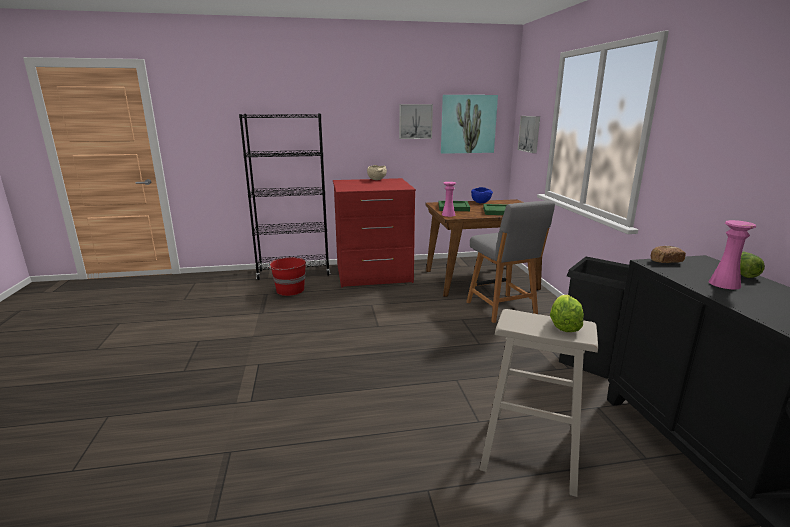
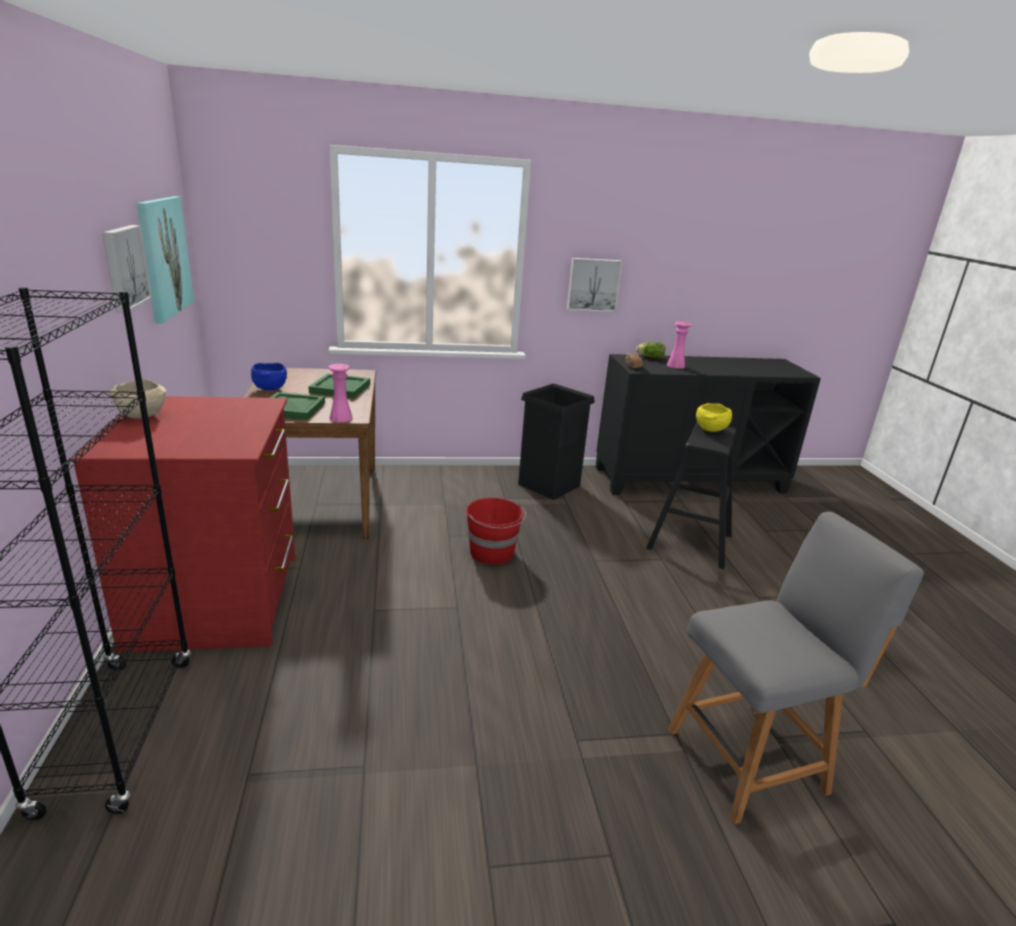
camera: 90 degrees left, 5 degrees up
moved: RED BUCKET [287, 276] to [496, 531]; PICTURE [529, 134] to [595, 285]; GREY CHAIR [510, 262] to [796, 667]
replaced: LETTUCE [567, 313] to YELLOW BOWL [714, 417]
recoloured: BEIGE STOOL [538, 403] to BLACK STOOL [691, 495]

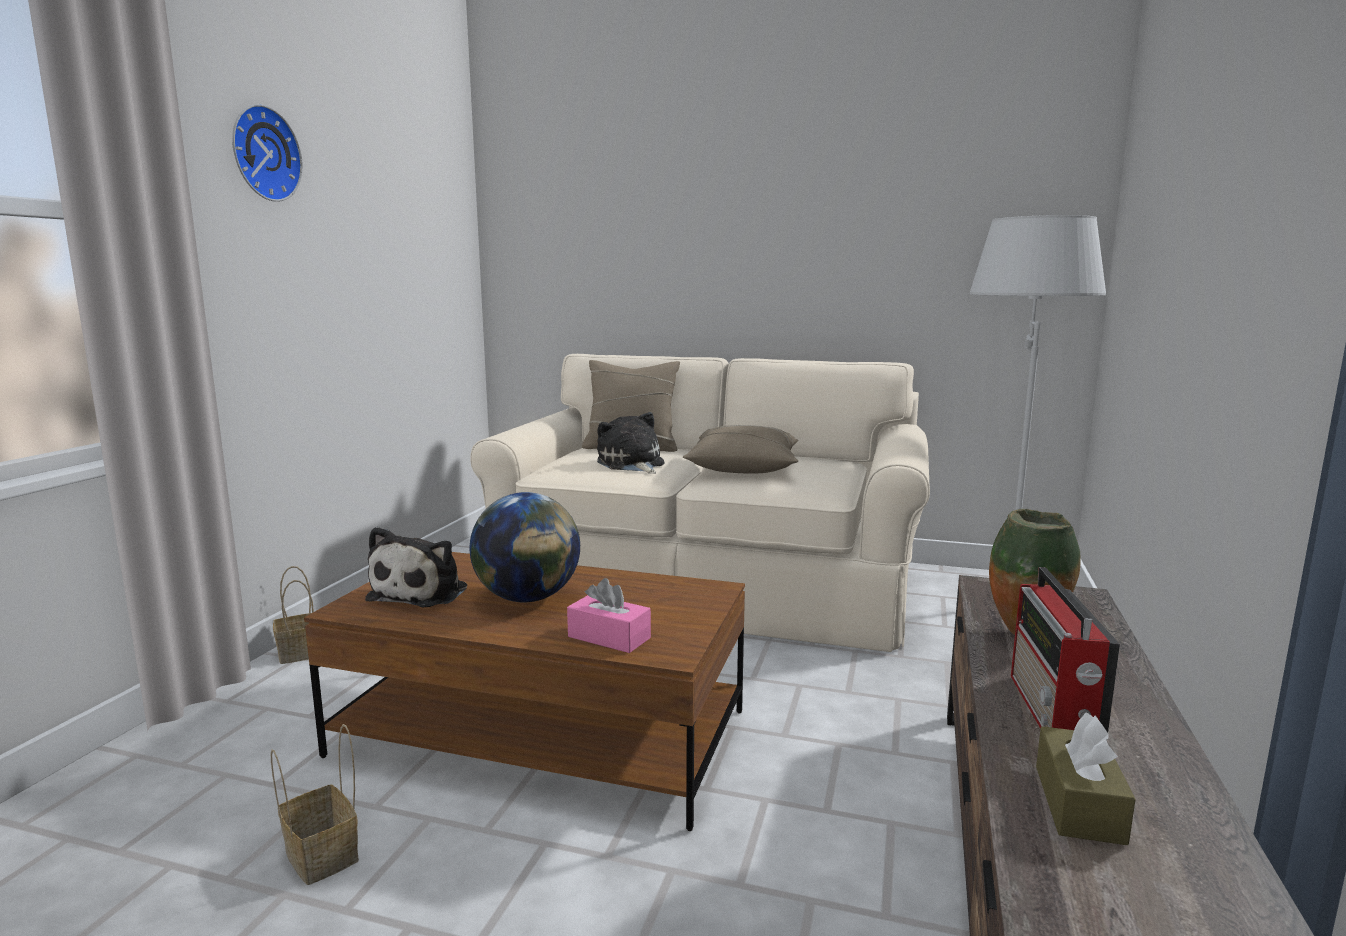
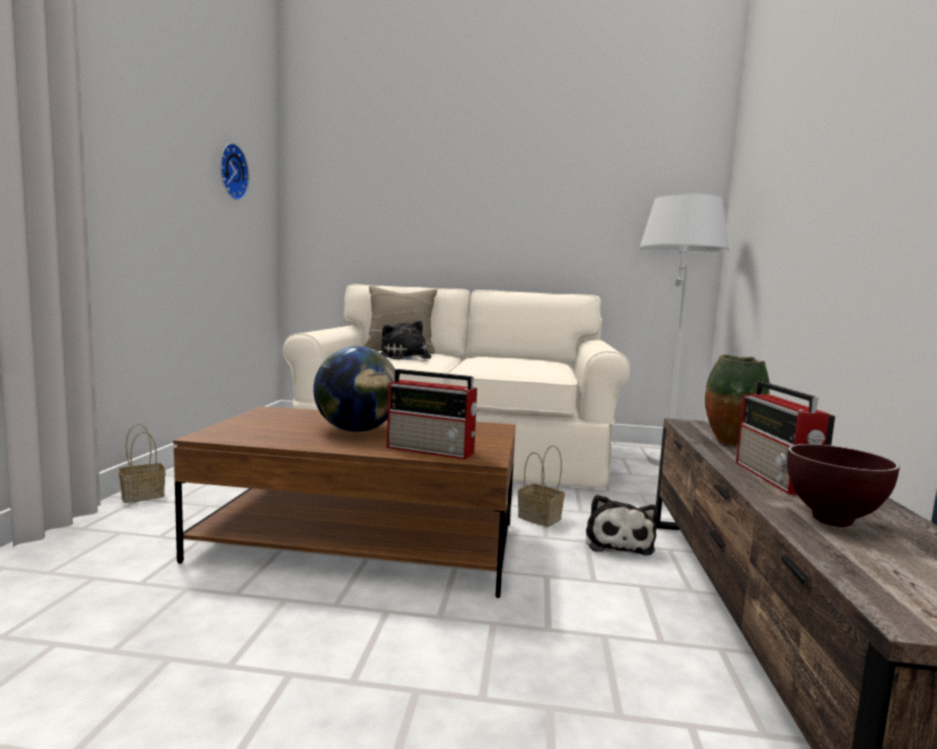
camera: 10 degrees left, 5 degrees down
removed: BEIGE PILLOW [740, 449]
moved: WALL CLOCK [267, 153] to [234, 171]; BASKET [315, 804] to [541, 486]; PLUSH TOY [416, 567] to [622, 524]
replaced: PINK TISSUE BOX [609, 615] to RADIO [433, 414]; BROWN TISSUE BOX [1086, 779] to BROWN BOWL [843, 485]

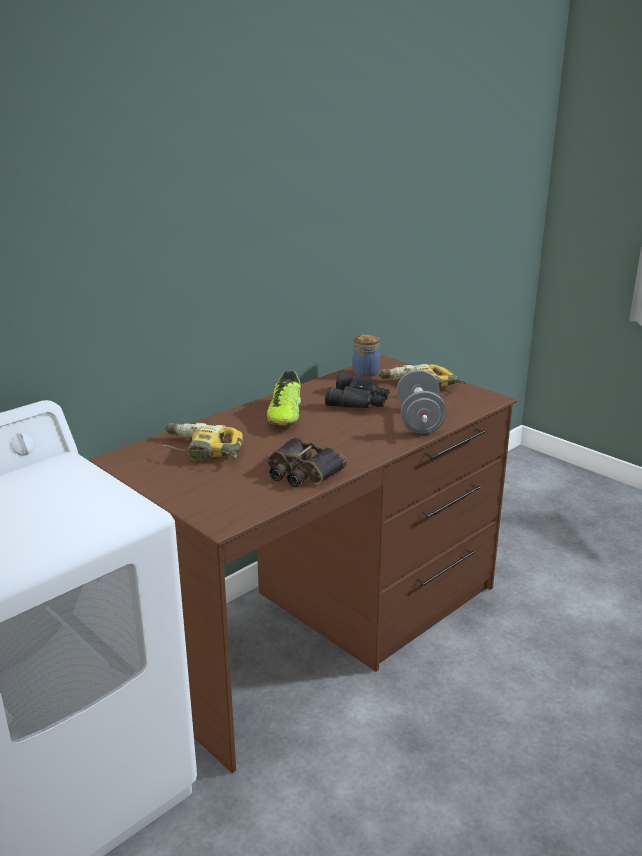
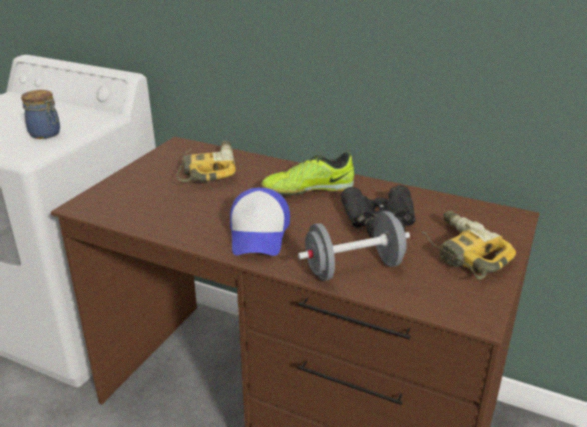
camera: 70 degrees right, 5 degrees up
removed: BINOCULARS [306, 462]
added: CAP [260, 222]
moved: JAR [366, 355] to [40, 114]

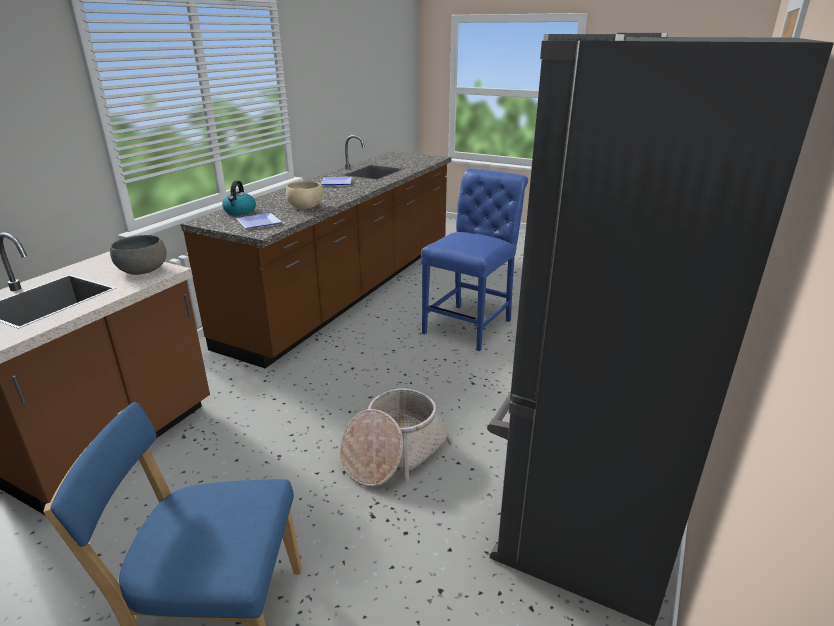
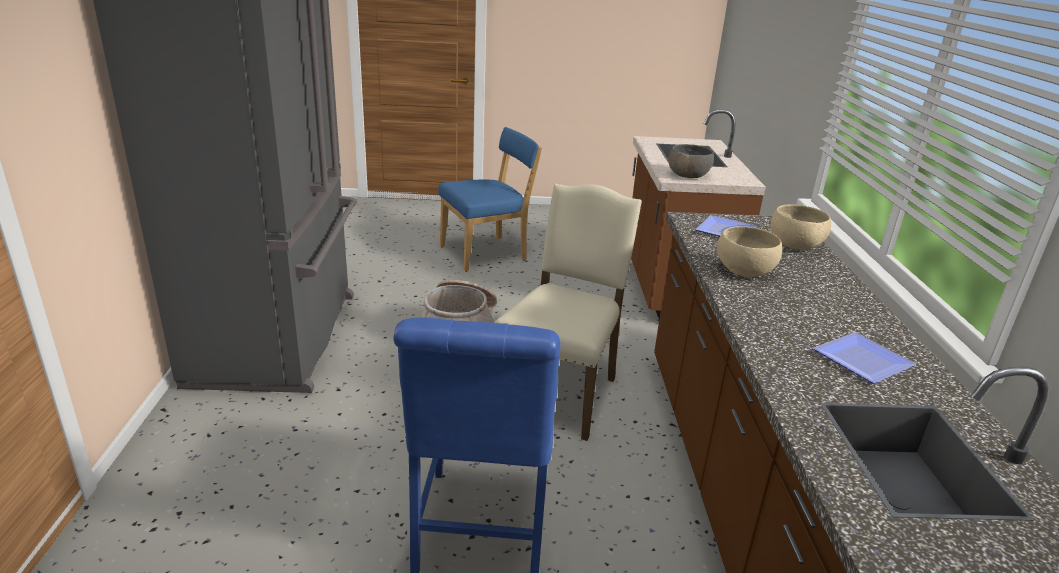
camera: 150 degrees right, 0 degrees up
added: BEIGE CHAIR [568, 312]
replaced: KETTLE [239, 198] to BEIGE BOWL [801, 227]

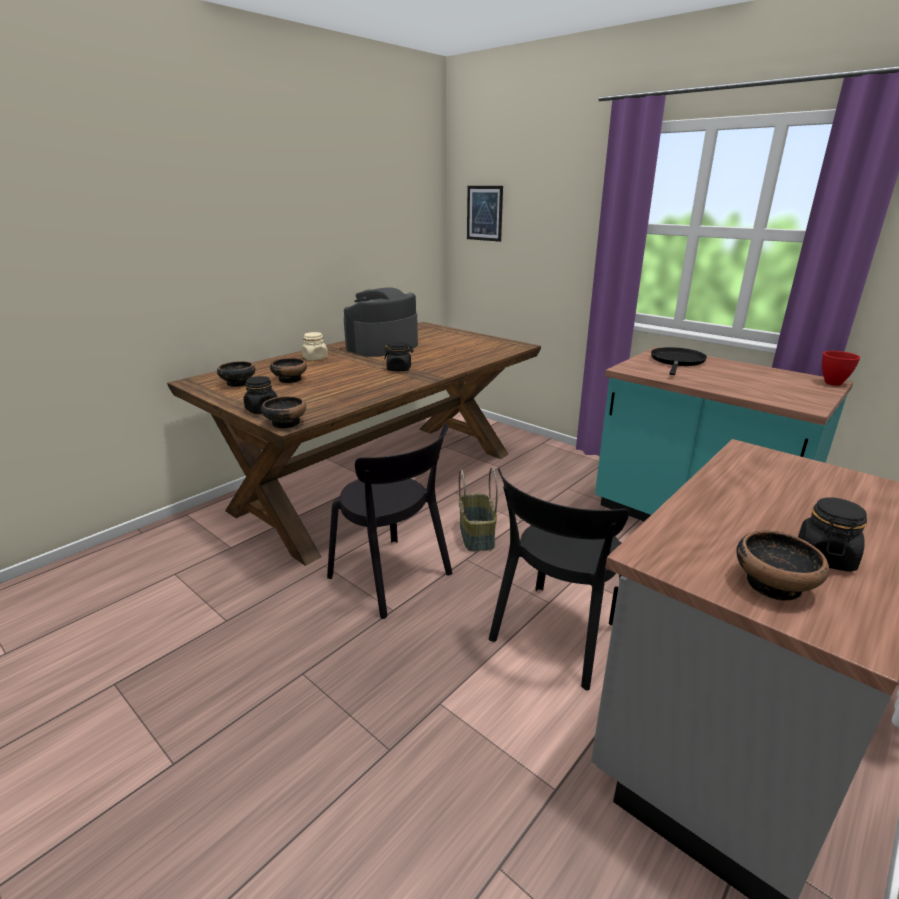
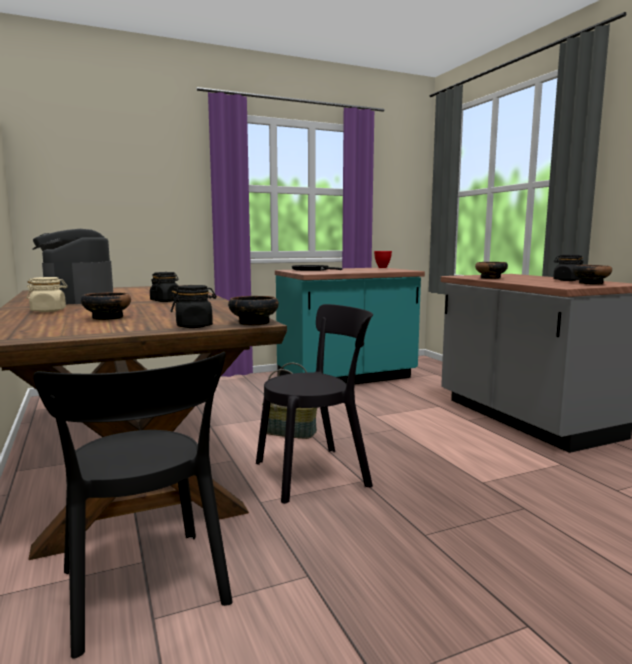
camera: 65 degrees left, 15 degrees down
removed: PICTURE [485, 214]
moved: BLACK CHAIR [559, 579] to [133, 505]; BOWL [236, 374] to [491, 270]

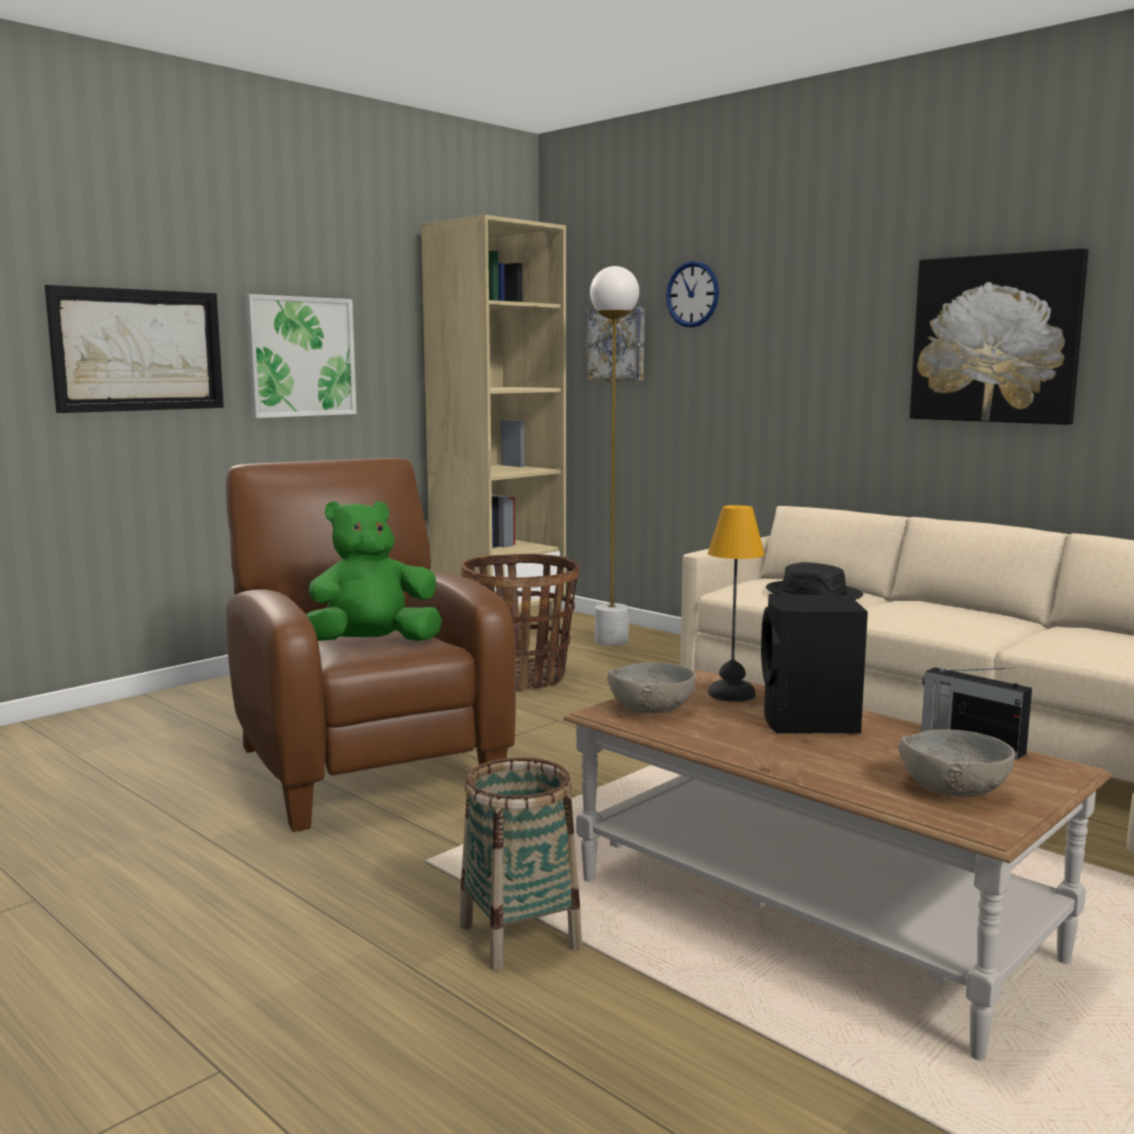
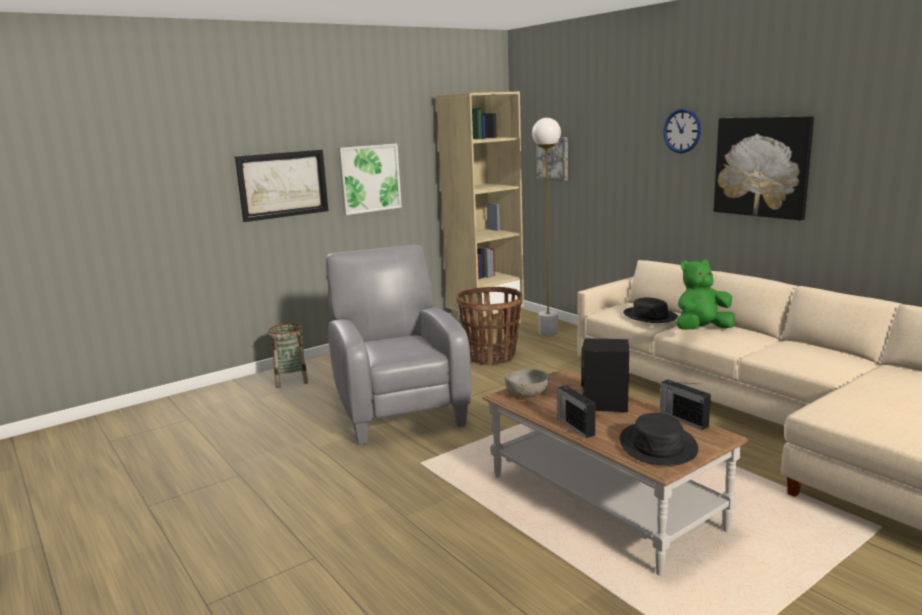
camera: 10 degrees right, 5 degrees up
removed: TABLE LAMP [736, 603]
added: RADIO [576, 411]
moved: BASKET [521, 864] to [288, 355]; WALL CLOCK [692, 294] to [682, 131]; GREEN PLUSH TOY [374, 571] to [705, 294]
replaced: GREY BOWL [956, 763] to BLACK HAT [659, 439]
recoloured: BROWN ARMCHAIR [370, 645] to GREY ARMCHAIR [398, 345]

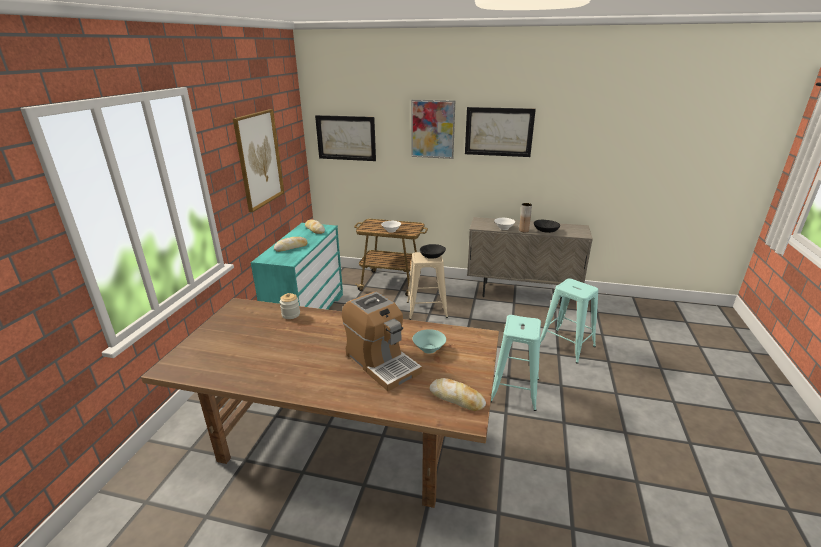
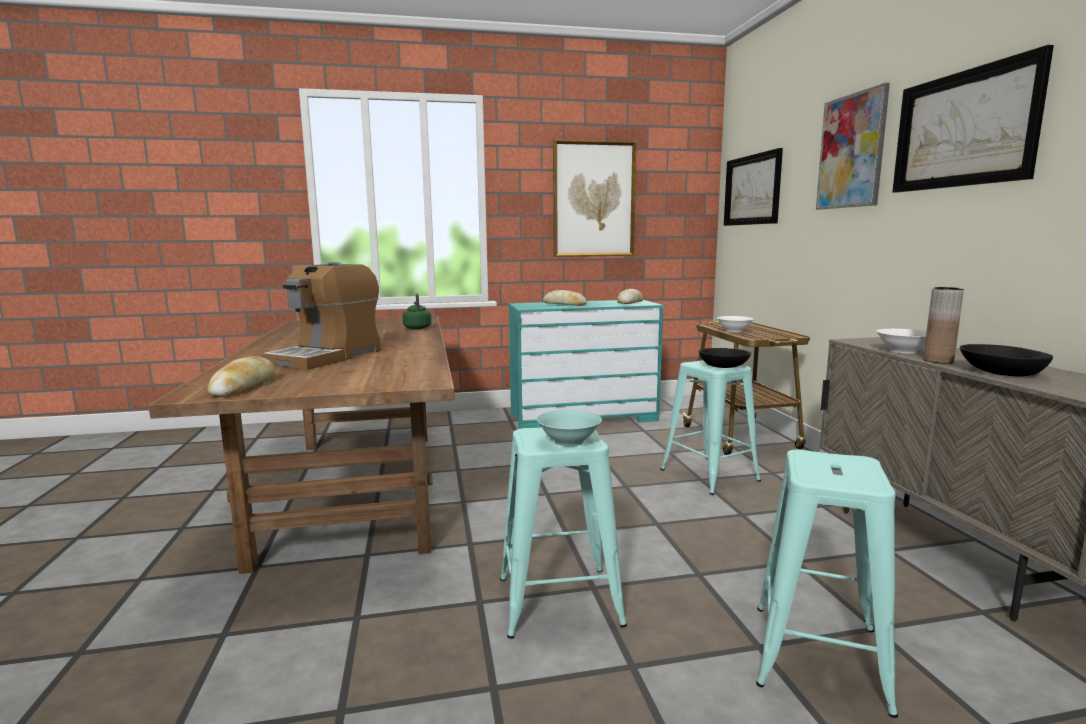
camera: 65 degrees right, 15 degrees down
moved: TURQUOISE BOWL [429, 341] to [569, 428]
replaced: JAR [290, 306] to GREEN KETTLE [417, 311]
recoloured: BEIGE STOOL [427, 286] to TURQUOISE STOOL [711, 427]

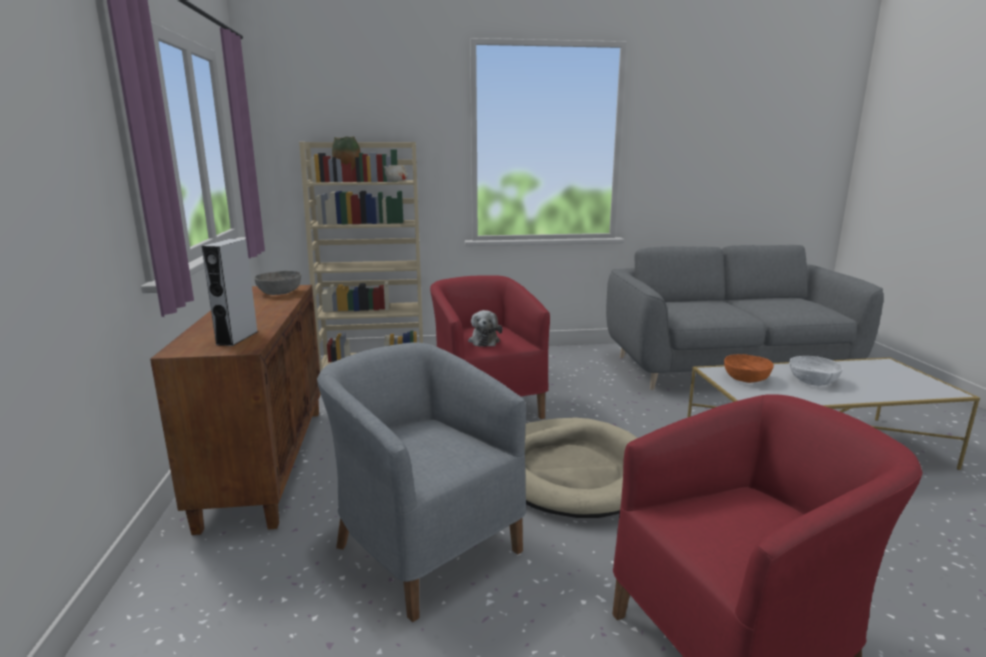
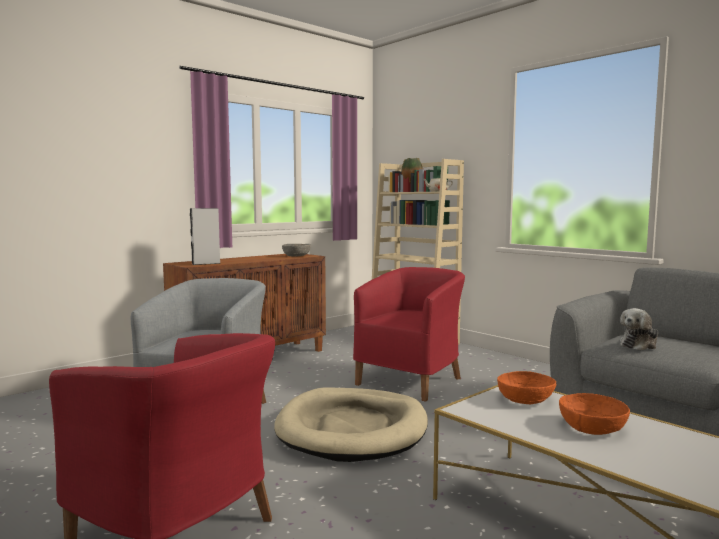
camera: 55 degrees right, 10 degrees down
moved: PLUSH TOY [485, 328] to [639, 329]
recoloured: WHITE BOWL [816, 371] to ORANGE BOWL [594, 414]

